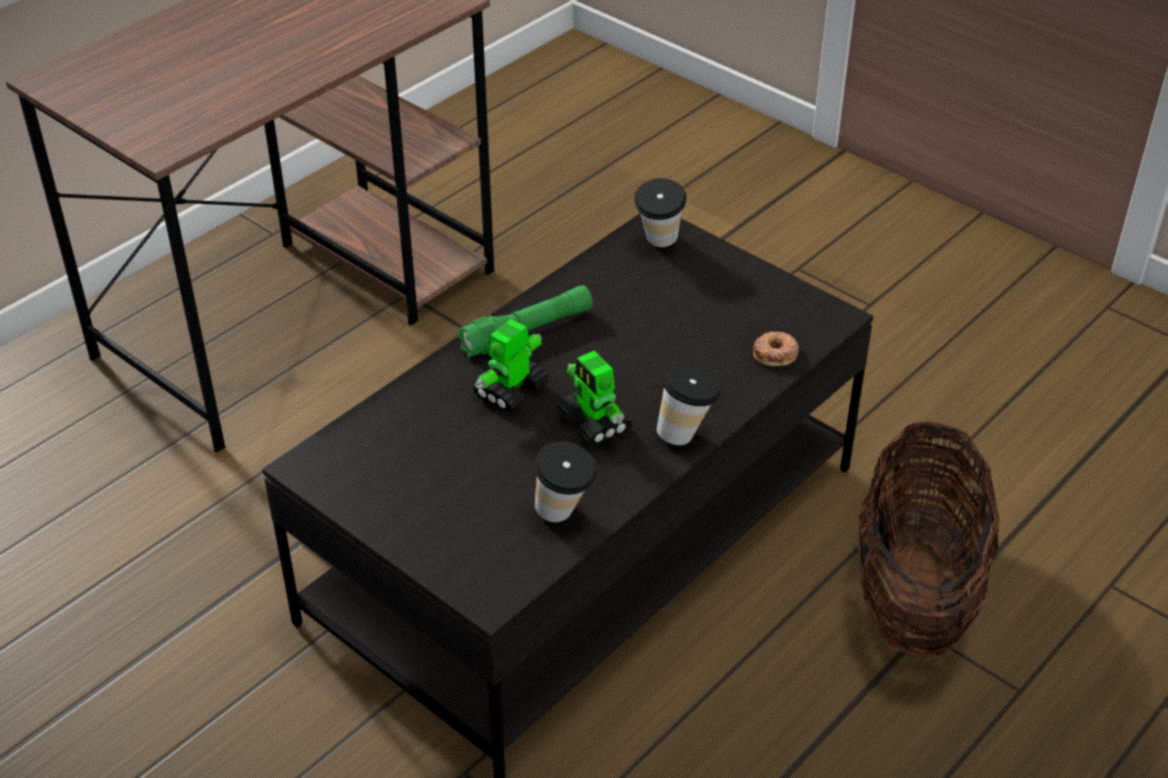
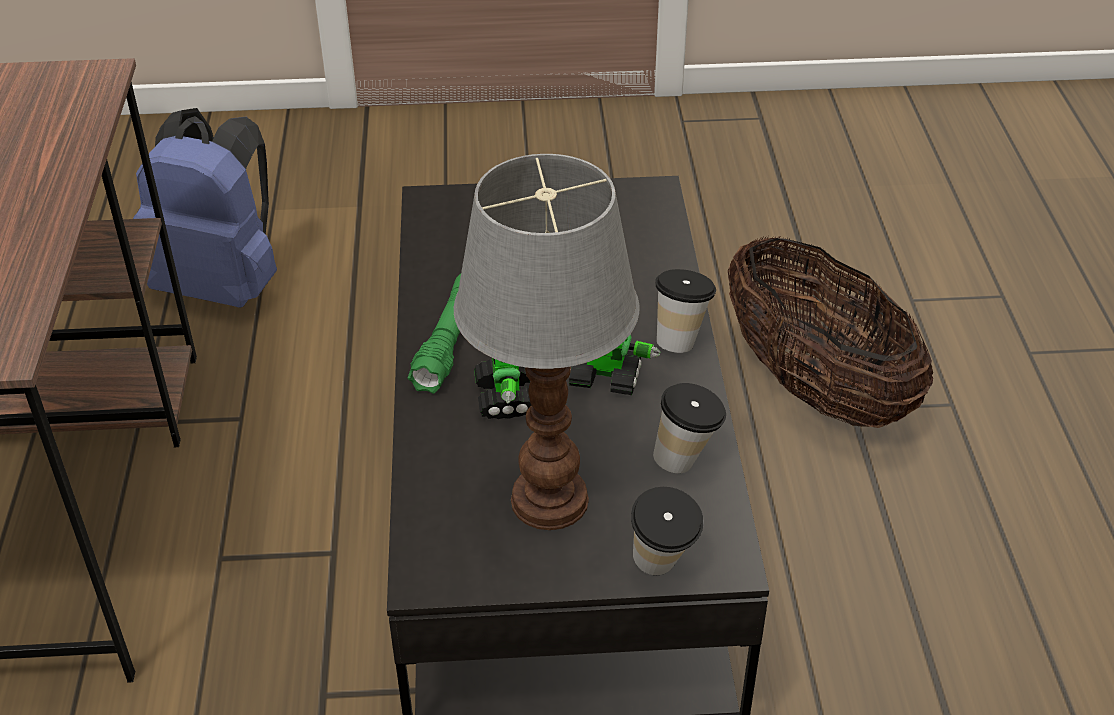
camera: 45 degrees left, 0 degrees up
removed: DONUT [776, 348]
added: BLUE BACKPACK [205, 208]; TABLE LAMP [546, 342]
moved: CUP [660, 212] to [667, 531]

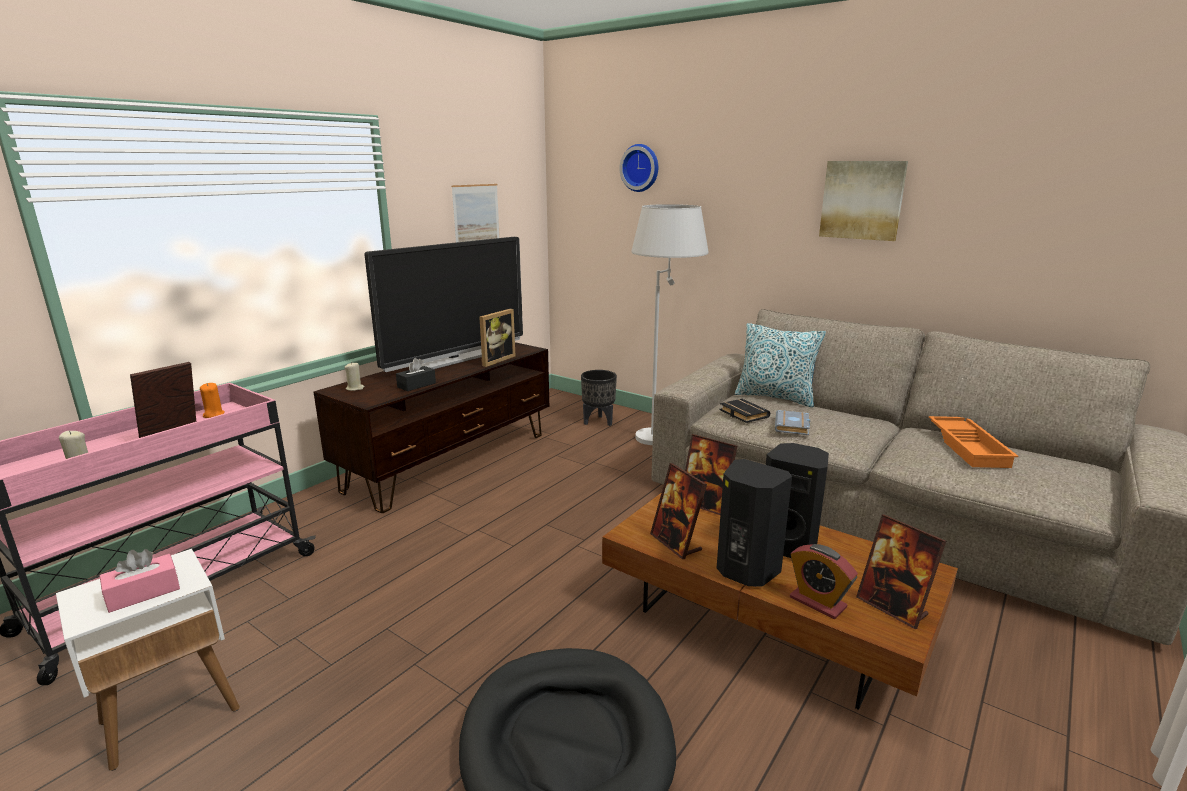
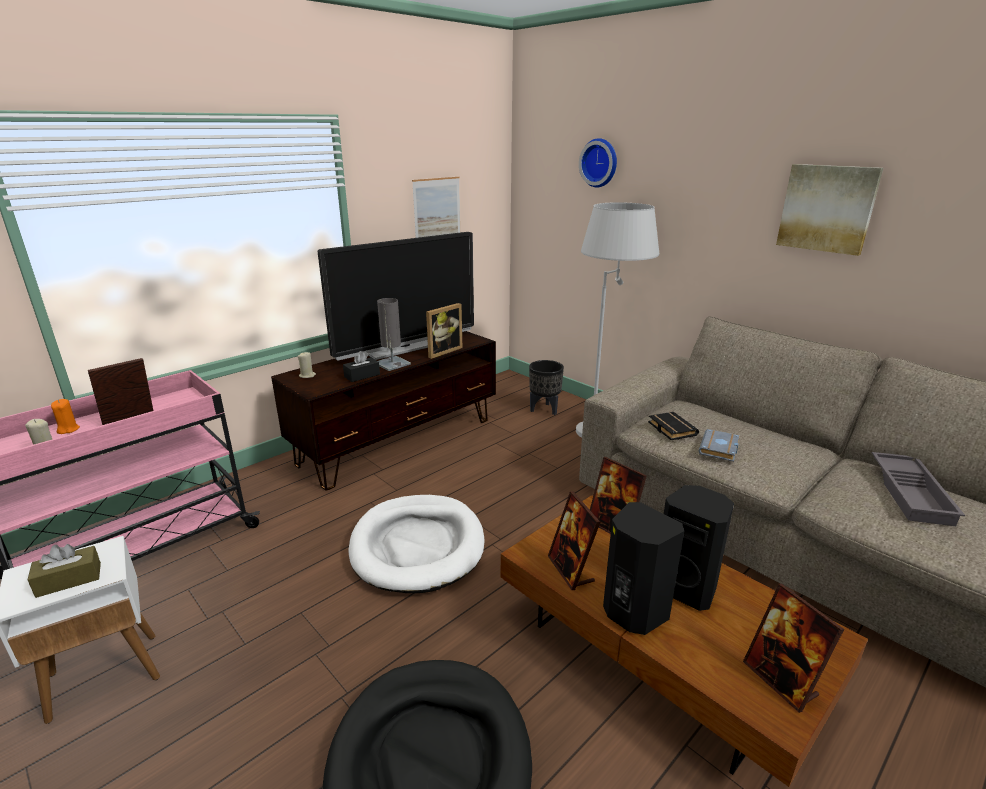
camera: 10 degrees right, 5 degrees up
removed: PILLOW [780, 365]; ALARM CLOCK [824, 581]
added: WHITE DOG BED [417, 544]; GREY TABLE LAMP [394, 334]
moved: ORANGE CANDLE [212, 400] to [65, 416]
recoloured: PINK TISSUE BOX [140, 581] to BROWN TISSUE BOX [64, 571]; ORANGE TRAY [973, 442] to GREY TRAY [918, 489]

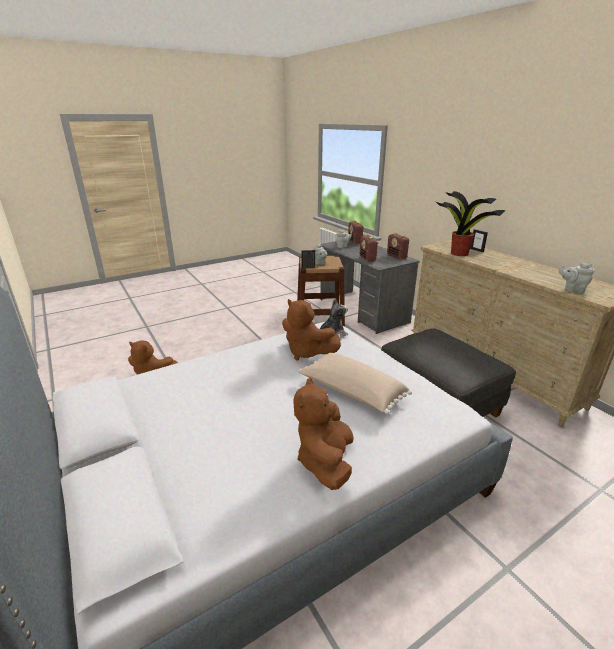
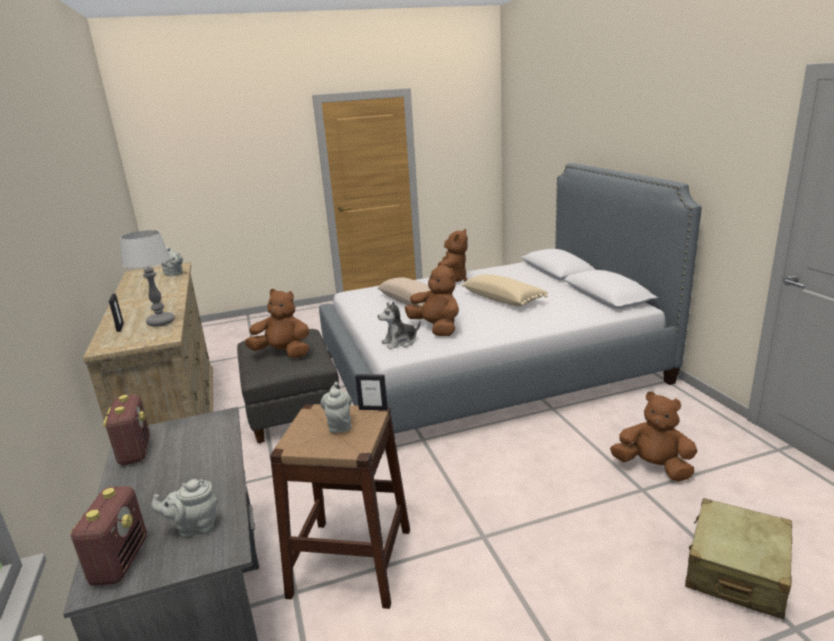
camera: 165 degrees left, 5 degrees down
removed: RADIO [369, 248]
added: BROWN PLUSH TOY [277, 323]; BEIGE PILLOW [505, 290]; BEIGE SUITCASE [738, 558]
replaced: POTTED PLANT [471, 223] to TABLE LAMP [147, 278]

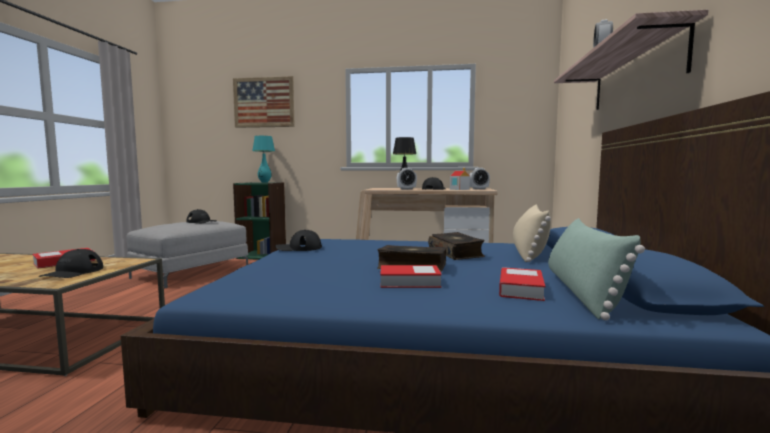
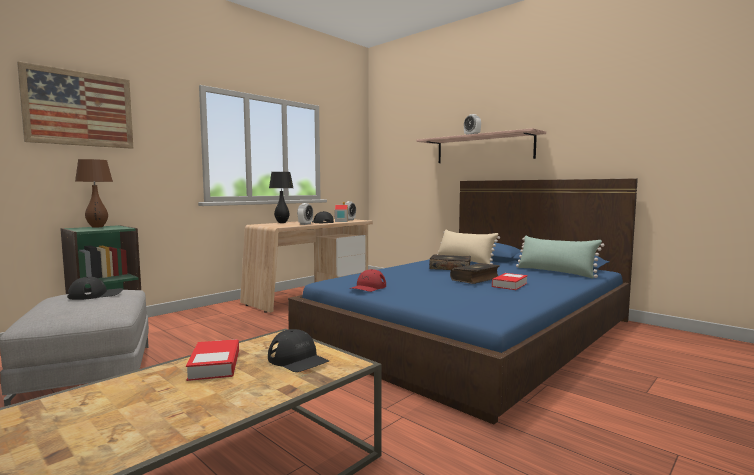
camera: 55 degrees left, 0 degrees up
removed: BOOK [522, 284]
recoloured: TURQUOISE TABLE LAMP [263, 159] to BROWN TABLE LAMP [94, 193]; BLACK CAP [298, 240] to RED CAP [368, 280]

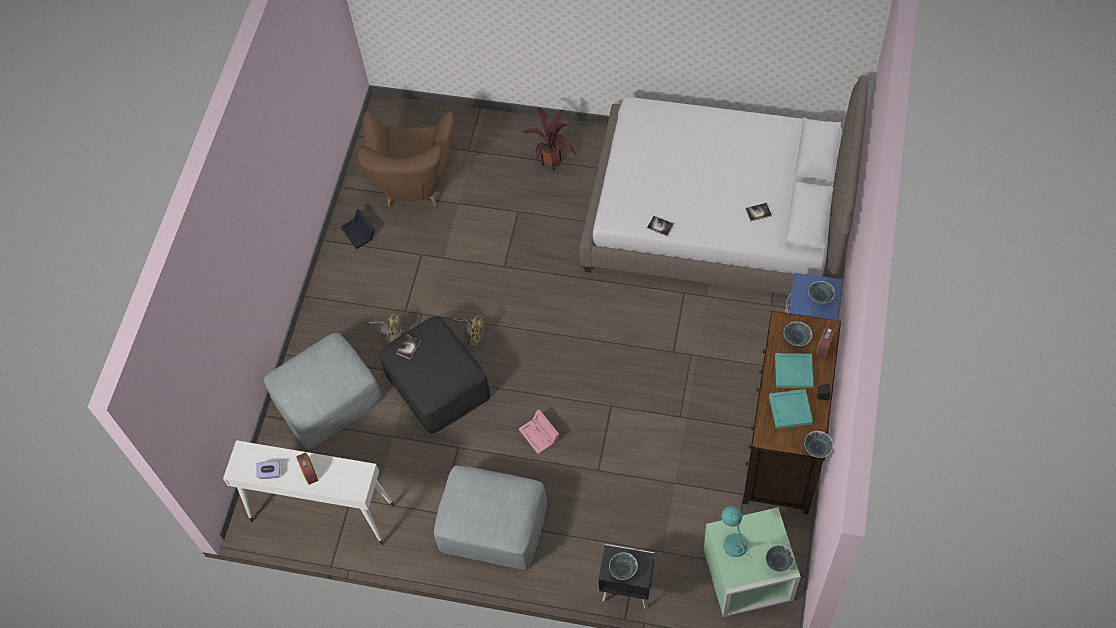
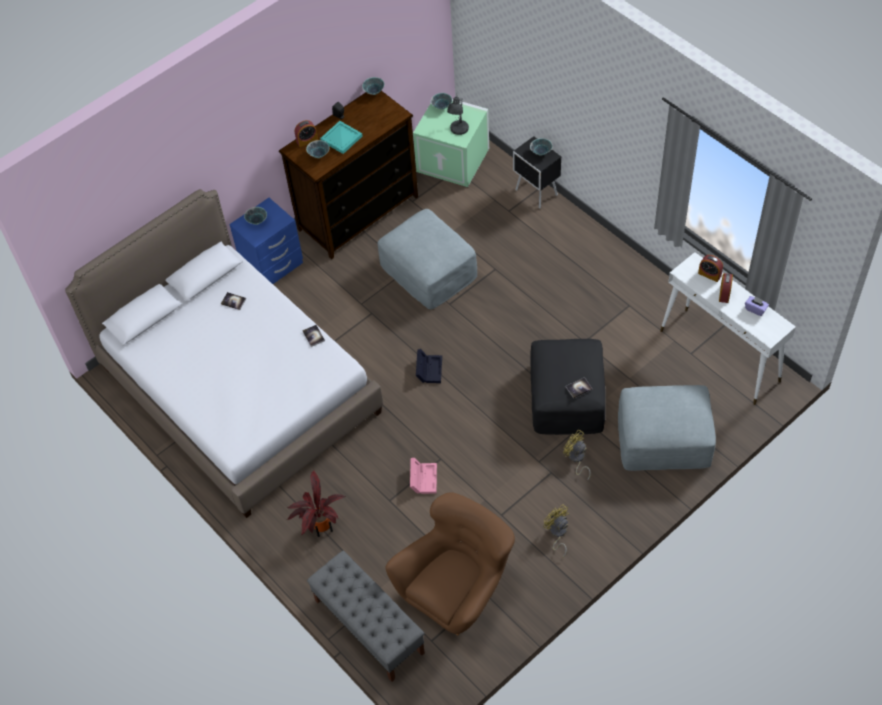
camera: 145 degrees left, 5 degrees down
removed: TURQUOISE TRAY [791, 409]
added: GREY BENCH [366, 616]; ALARM CLOCK [710, 268]
moved: GREY OTTOMAN [490, 517] to [427, 259]; PINK STORAGE BOX [539, 432] to [423, 476]; BLACK STORAGE BOX [358, 229] to [429, 366]; YELLOW FAN [469, 330] to [556, 531]
recoloured: TURQUOISE TABLE LAMP [737, 532] to GREY TABLE LAMP [458, 116]

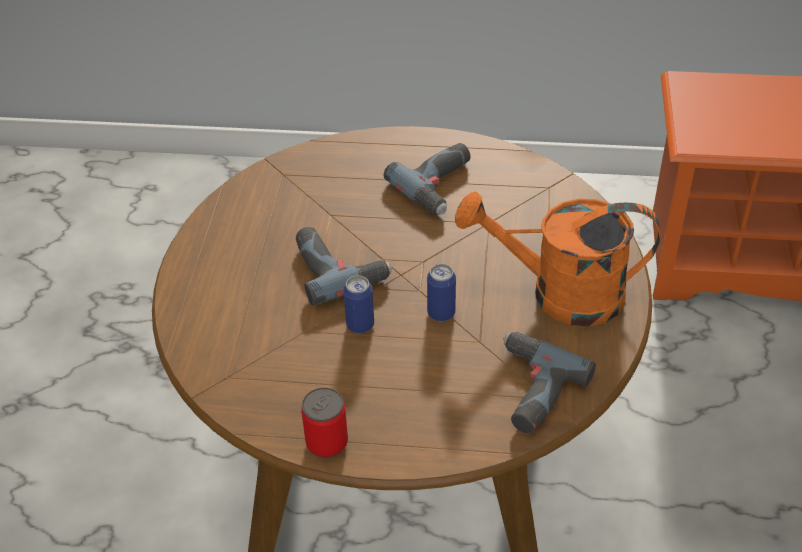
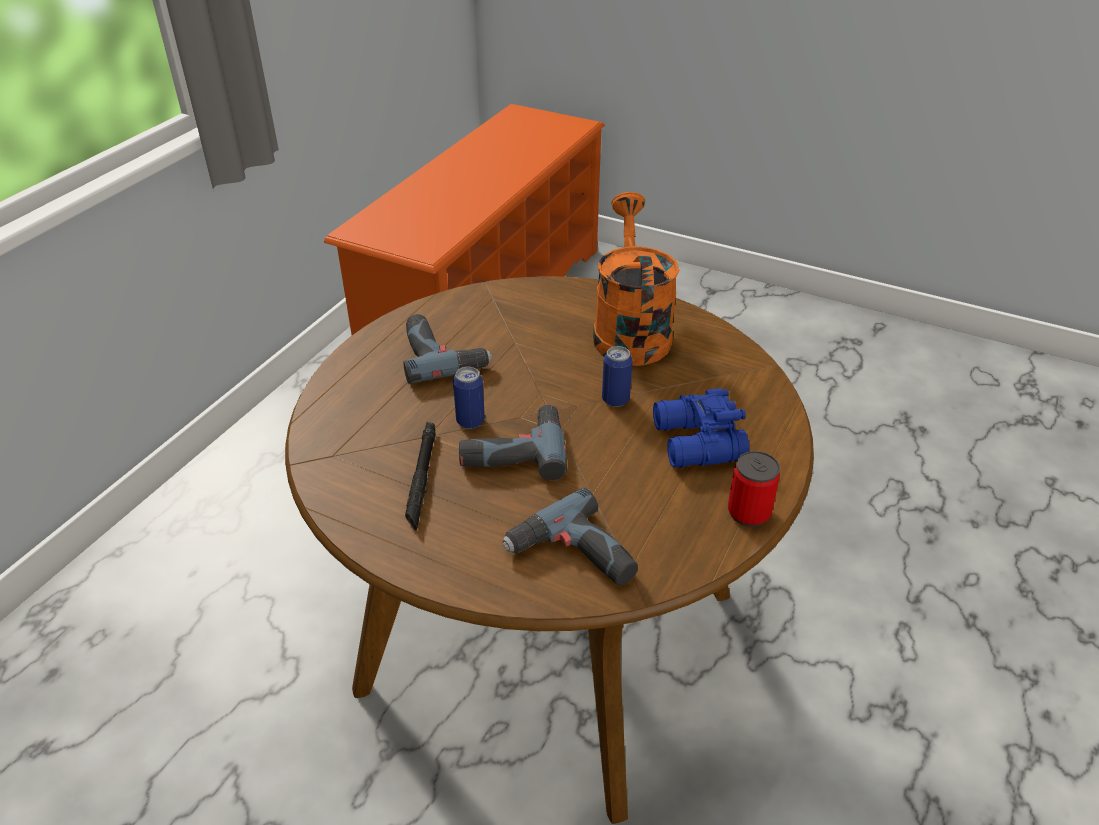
camera: 70 degrees left, 5 degrees down
added: BLACK FLASHLIGHT [420, 476]; BLUE BINOCULARS [701, 428]
moved: CAN [358, 305] to [469, 398]; POWER DRILL [549, 382] to [570, 536]
turned: ORANGE WATERING CAN [557, 259] = [636, 279] 150 degrees clockwise

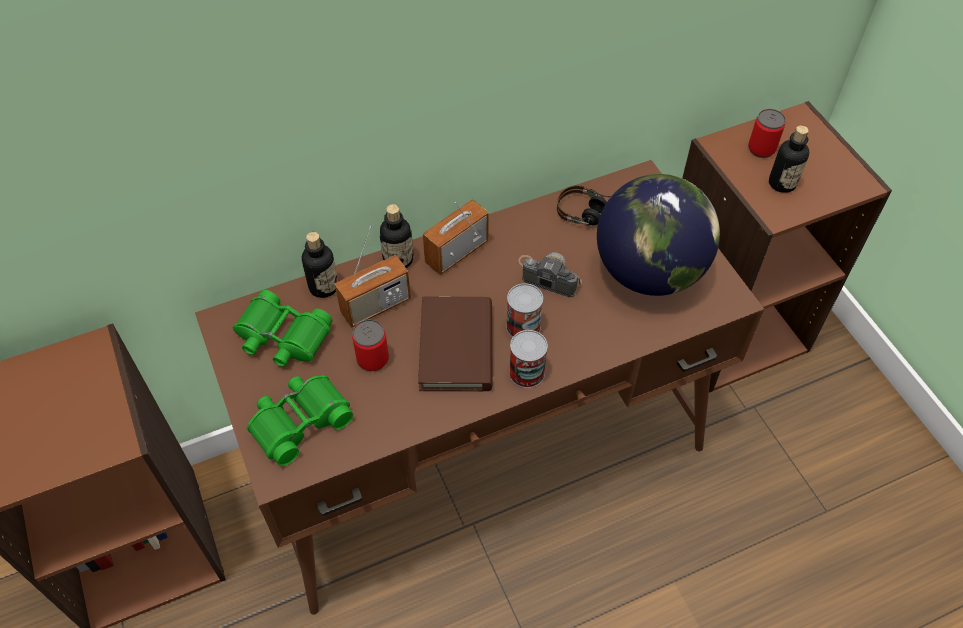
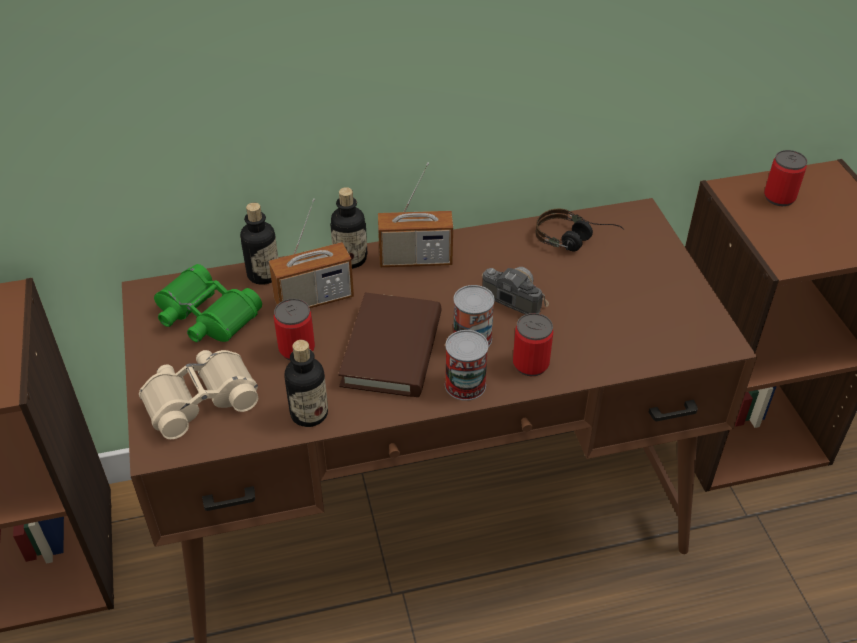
camera: 10 degrees right, 10 degrees down
removed: GLOBE [658, 235]
added: CAN [533, 344]
moved: BOTTLE [789, 159] to [306, 383]
recoloured: GREEN BINOCULARS [300, 420] to BEIGE BINOCULARS [198, 394]
turned: RADIO [456, 237] = [415, 215] 150 degrees counterclockwise

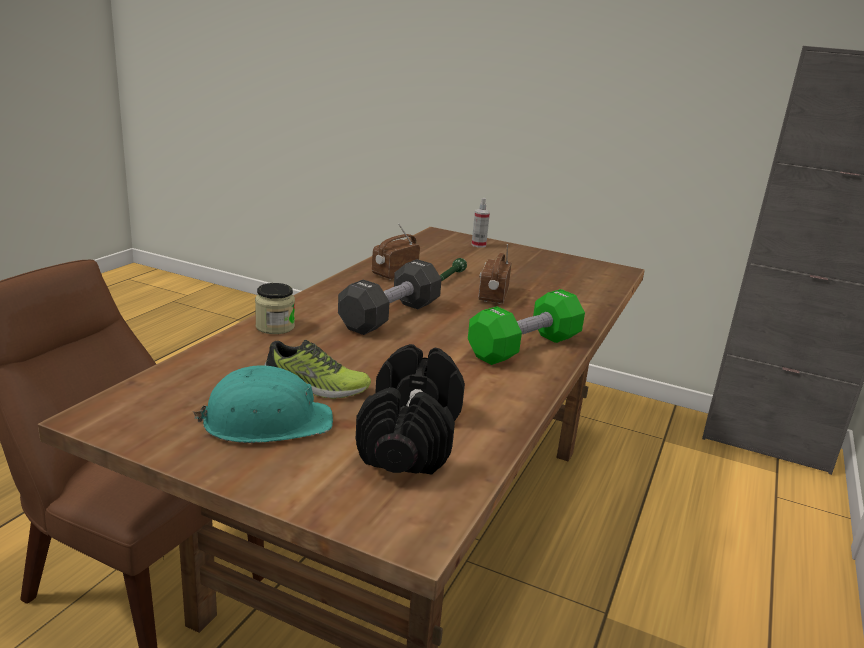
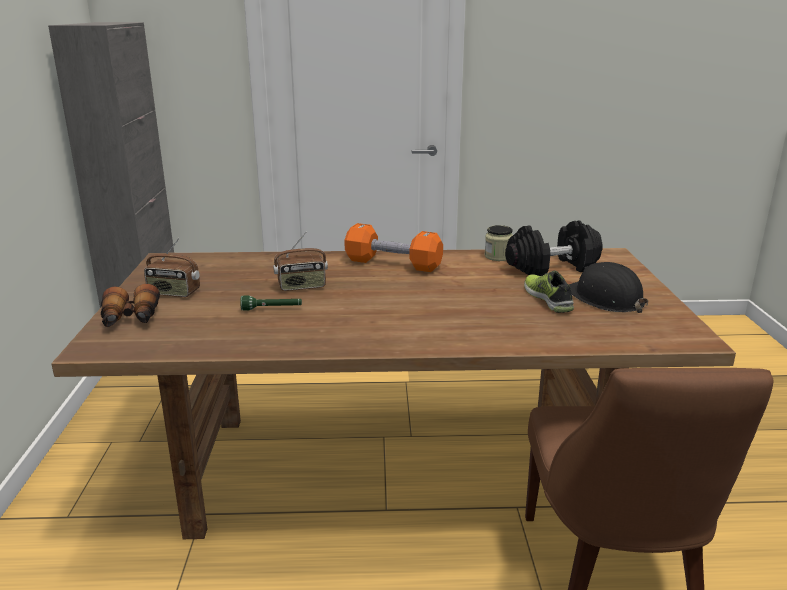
camera: 115 degrees left, 0 degrees up
removed: BLACK DUMBBELL [390, 297]
moved: RADIO [396, 251] to [172, 267]; JAR [275, 308] to [498, 243]
replaced: SPRAY BOTTLE [481, 223] to BINOCULARS [130, 305]
recoloured: GREEN DUMBBELL [526, 327] to ORANGE DUMBBELL [393, 247]; TURQUOISE HARD HAT [263, 404] to BLACK HARD HAT [609, 287]

